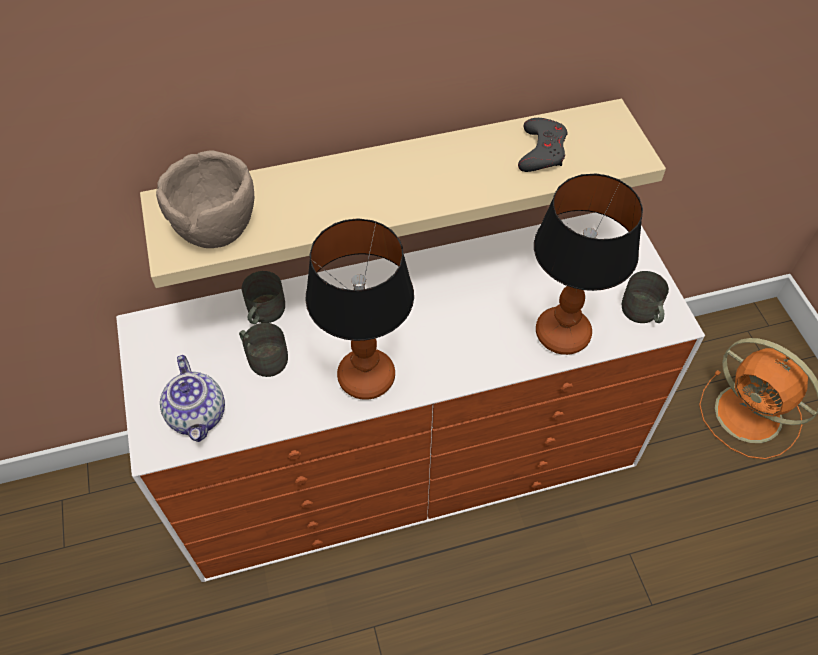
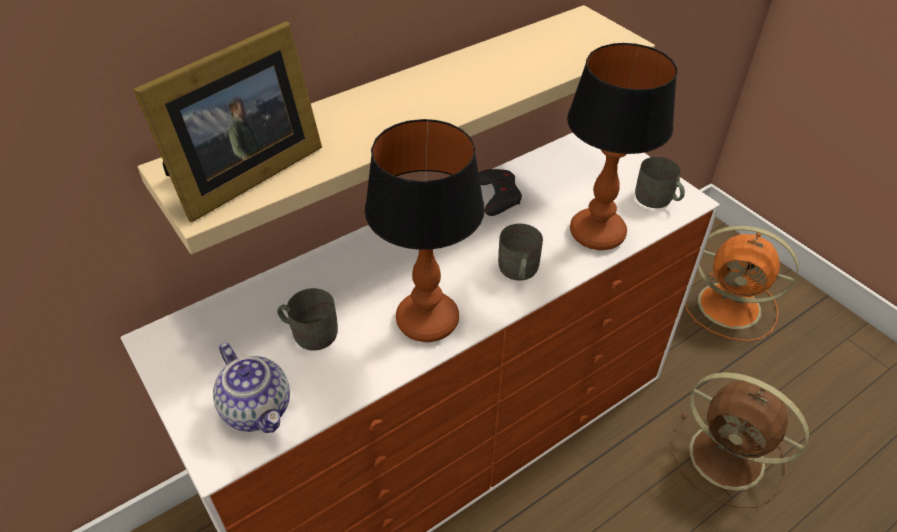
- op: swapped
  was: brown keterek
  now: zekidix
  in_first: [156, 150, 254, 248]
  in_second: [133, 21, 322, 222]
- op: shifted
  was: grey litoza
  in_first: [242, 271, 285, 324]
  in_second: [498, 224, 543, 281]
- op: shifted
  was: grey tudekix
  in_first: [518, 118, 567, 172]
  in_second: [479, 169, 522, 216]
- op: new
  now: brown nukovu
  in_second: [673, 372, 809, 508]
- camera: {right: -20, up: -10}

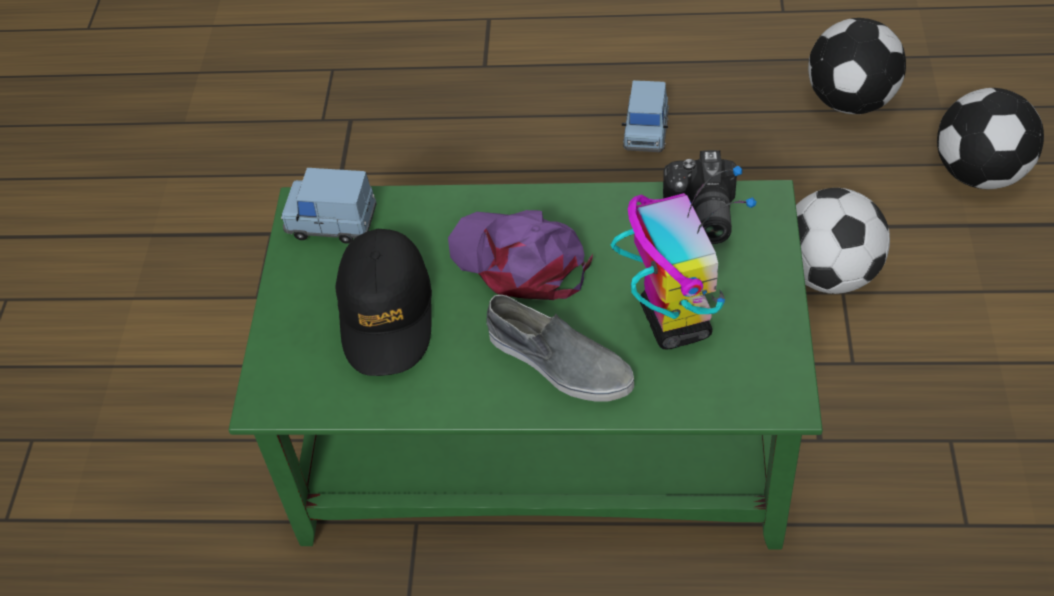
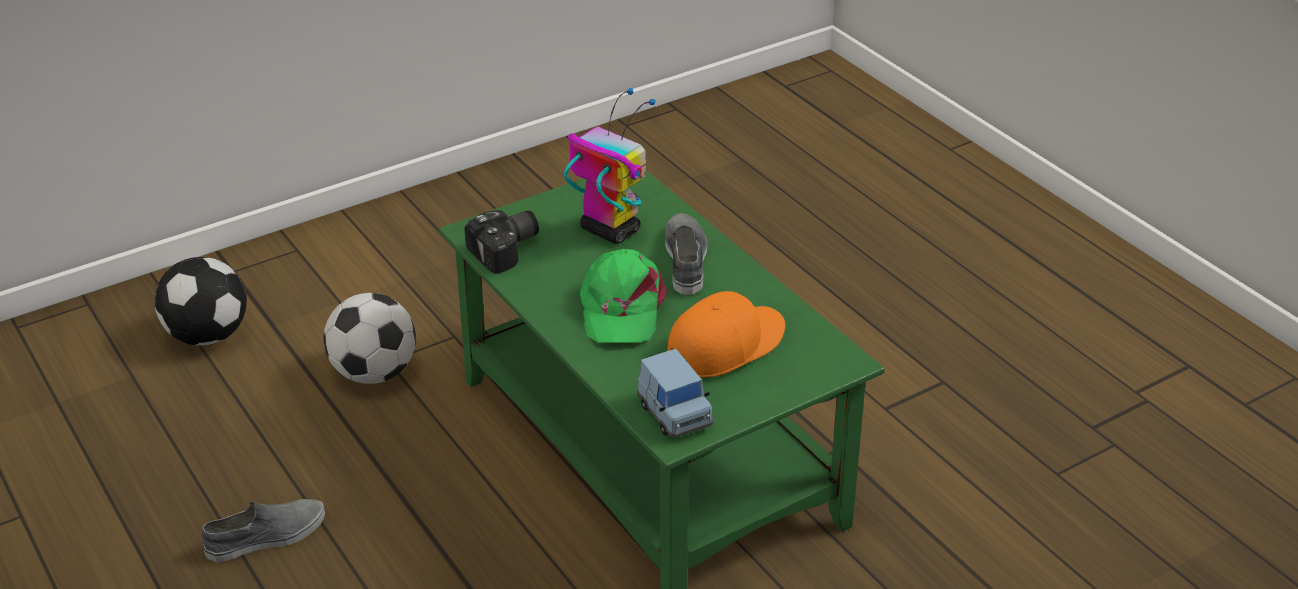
- op: repainted
  was: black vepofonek
  now: orange vepofonek
  in_first: [336, 229, 432, 376]
  in_second: [667, 291, 785, 378]
- op: repainted
  was: purple vepofonek
  now: green vepofonek
  in_first: [448, 210, 593, 300]
  in_second: [580, 249, 667, 343]
- op: rotated
  was: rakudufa
  in_first: [611, 166, 757, 349]
  in_second: [564, 88, 655, 244]
  clockwise: 90
- op: swapped
  was: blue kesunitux
  now: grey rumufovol
  in_first: [622, 80, 669, 152]
  in_second: [202, 499, 325, 562]
- op: gone
  was: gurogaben
  in_first: [808, 18, 906, 114]
- camera: {right: -130, up: -15}

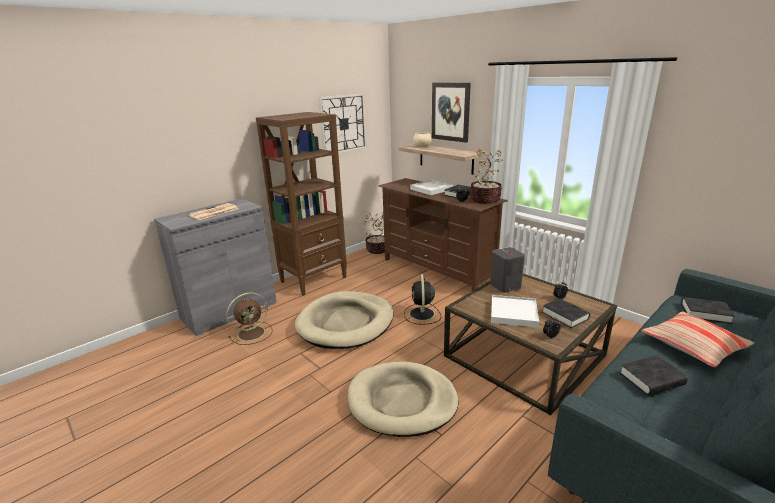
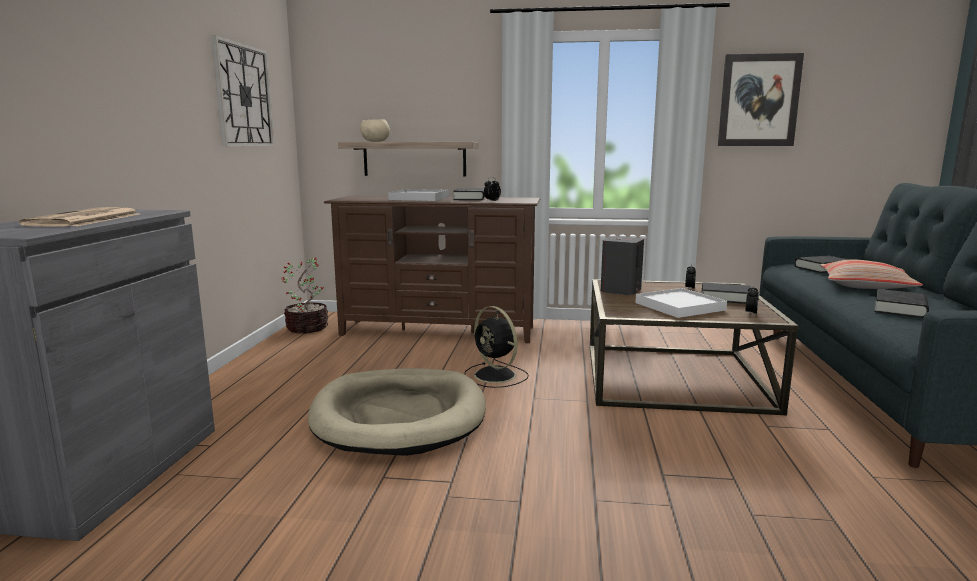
- op: gone
  was: brown nukovu
  in_first: [226, 292, 273, 345]
- op: gone
  was: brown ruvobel
  in_first: [256, 112, 347, 296]
- op: gone
  was: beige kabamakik
  in_first: [348, 362, 459, 437]
- op: shifted
  was: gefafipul
  in_first: [432, 83, 471, 143]
  in_second: [718, 53, 804, 146]
- op: gone
  was: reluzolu
  in_first: [470, 149, 503, 204]
- camera: {right: -40, up: -10}

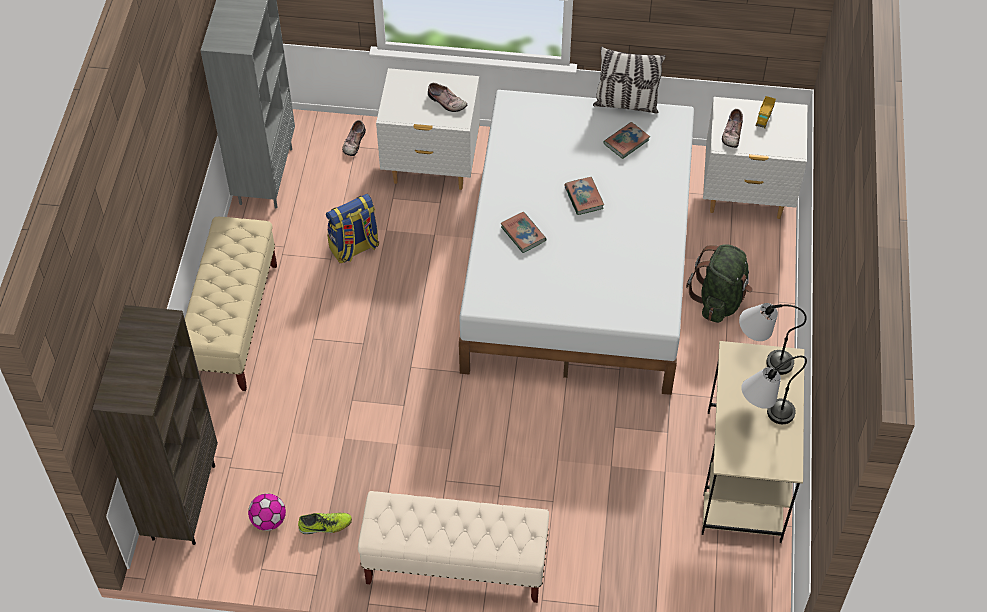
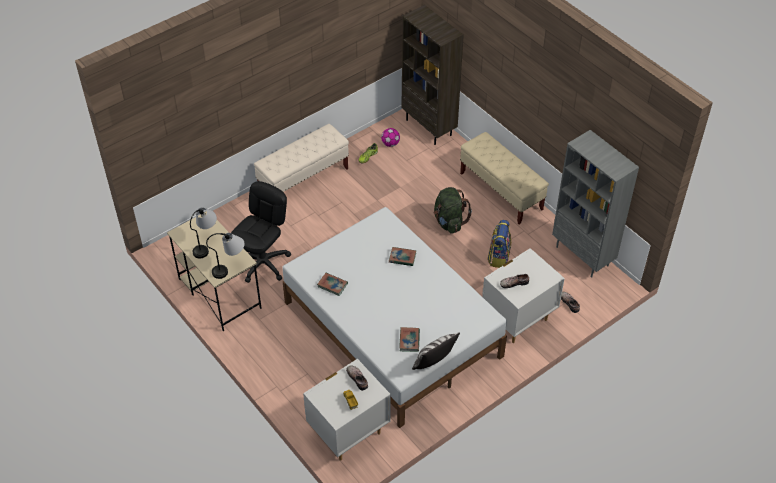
- op: shifted
  was: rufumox
  in_first: [564, 177, 604, 215]
  in_second: [317, 273, 348, 296]
- op: shifted
  was: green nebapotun
  in_first: [686, 244, 752, 323]
  in_second: [433, 187, 472, 234]
- op: new
  now: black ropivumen
  in_second: [231, 181, 291, 283]
- camera: {right: 135, up: -5}

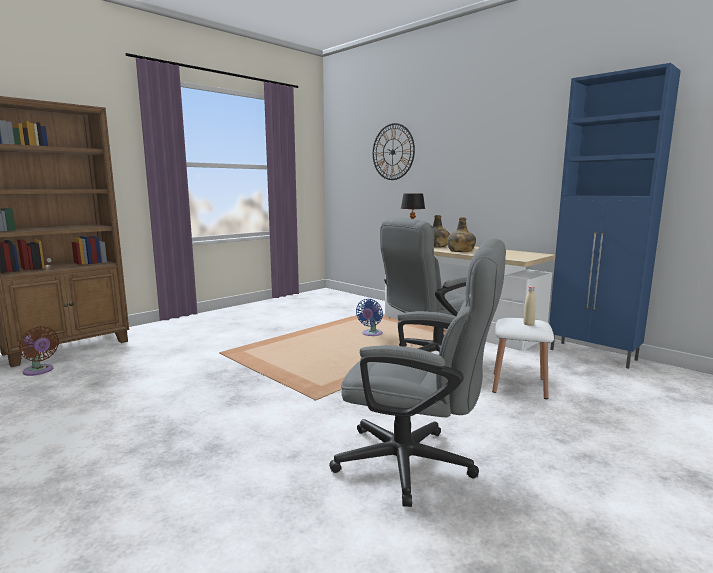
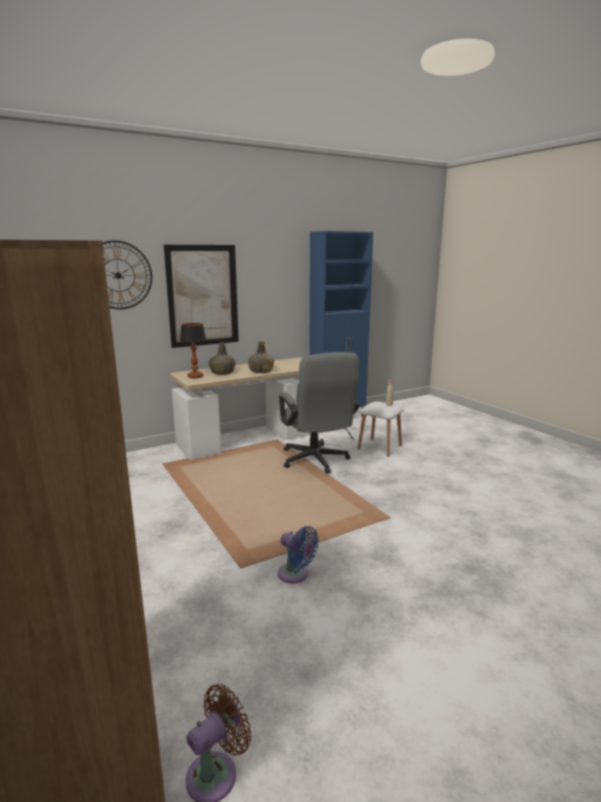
- op: gone
  was: grey ropivumen
  in_first: [329, 238, 506, 507]
- op: shifted
  was: blue nukovu
  in_first: [356, 299, 383, 336]
  in_second: [278, 526, 319, 583]
- op: new
  now: gefafipul
  in_second: [164, 245, 239, 348]
- camera: {right: -75, up: 5}

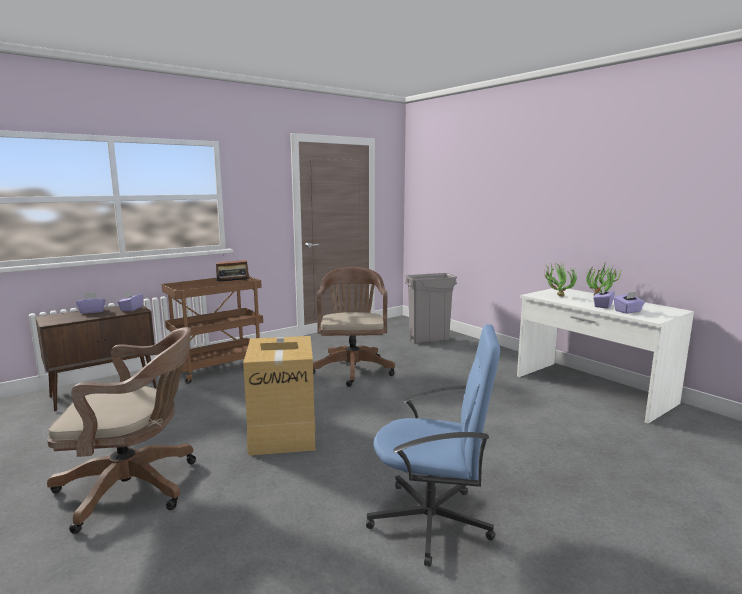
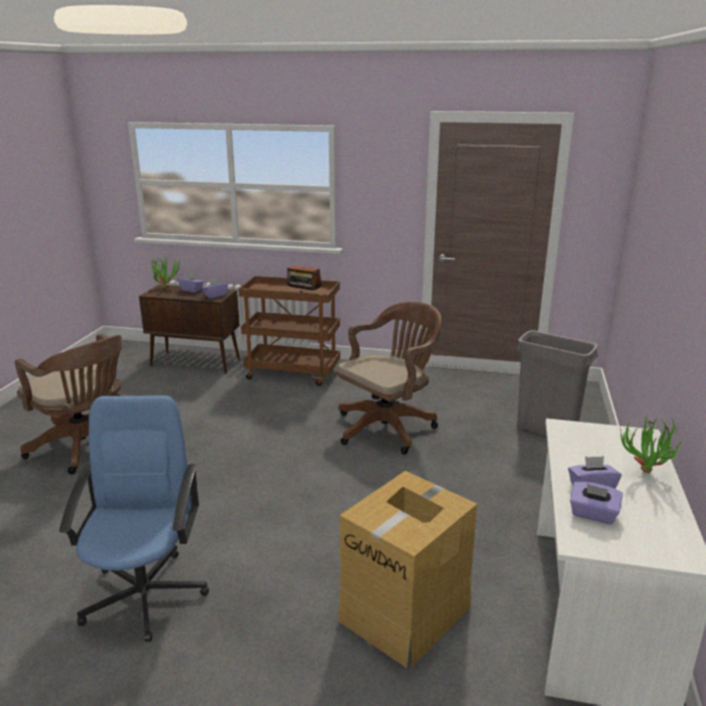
- op: shifted
  was: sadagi
  in_first: [243, 336, 317, 456]
  in_second: [338, 471, 477, 668]
- op: rotated
  was: blue ropivumen
  in_first: [366, 324, 500, 567]
  in_second: [59, 395, 209, 642]
  clockwise: -150
- op: shifted
  was: reluzolu
  in_first: [544, 261, 577, 297]
  in_second: [151, 255, 180, 289]
- camera: {right: 50, up: 10}

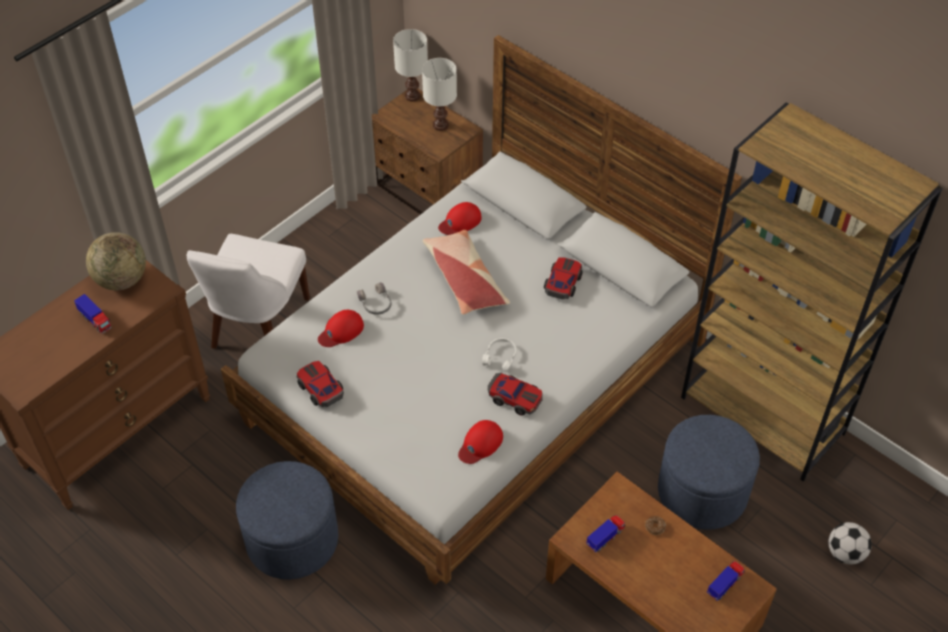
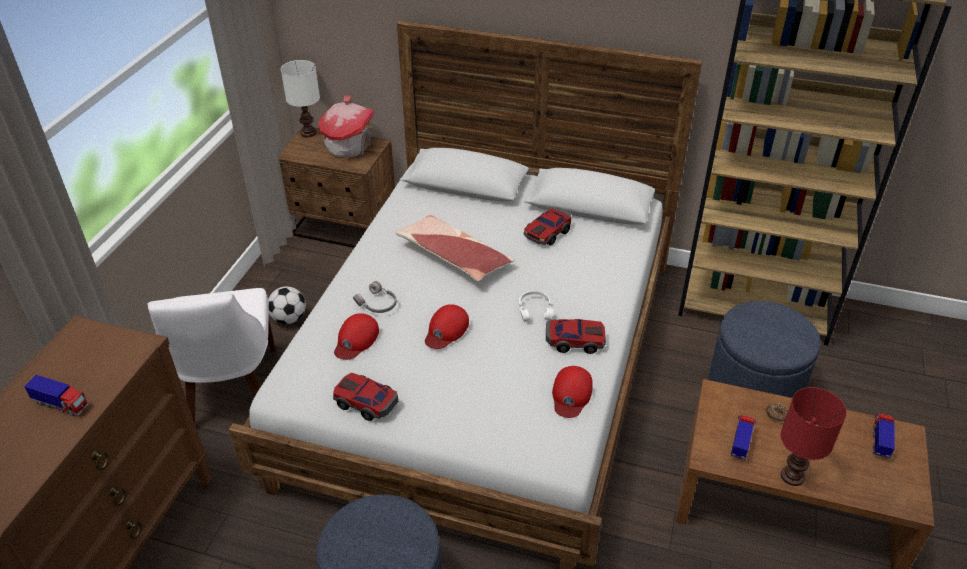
- op: gone
  was: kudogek
  in_first: [86, 232, 146, 290]
- op: swapped
  was: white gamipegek
  now: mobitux
  in_first: [422, 58, 457, 131]
  in_second: [318, 95, 375, 158]
- op: shifted
  was: red vepofonek
  in_first: [438, 202, 482, 235]
  in_second: [425, 304, 469, 349]
- op: rotated
  was: kesunitux
  in_first: [544, 257, 583, 300]
  in_second: [524, 207, 571, 245]
  clockwise: -135
- op: shifted
  was: gurogaben
  in_first: [828, 522, 872, 564]
  in_second: [268, 286, 306, 324]
- op: new
  now: red gamipegek
  in_second: [781, 387, 847, 486]
- camera: {right: -25, up: -10}

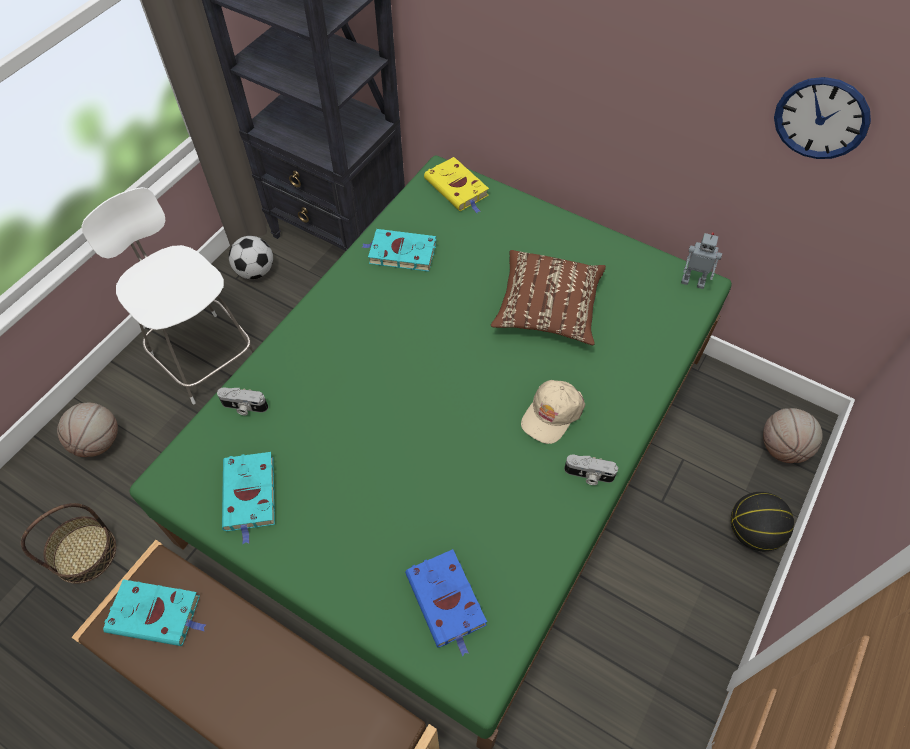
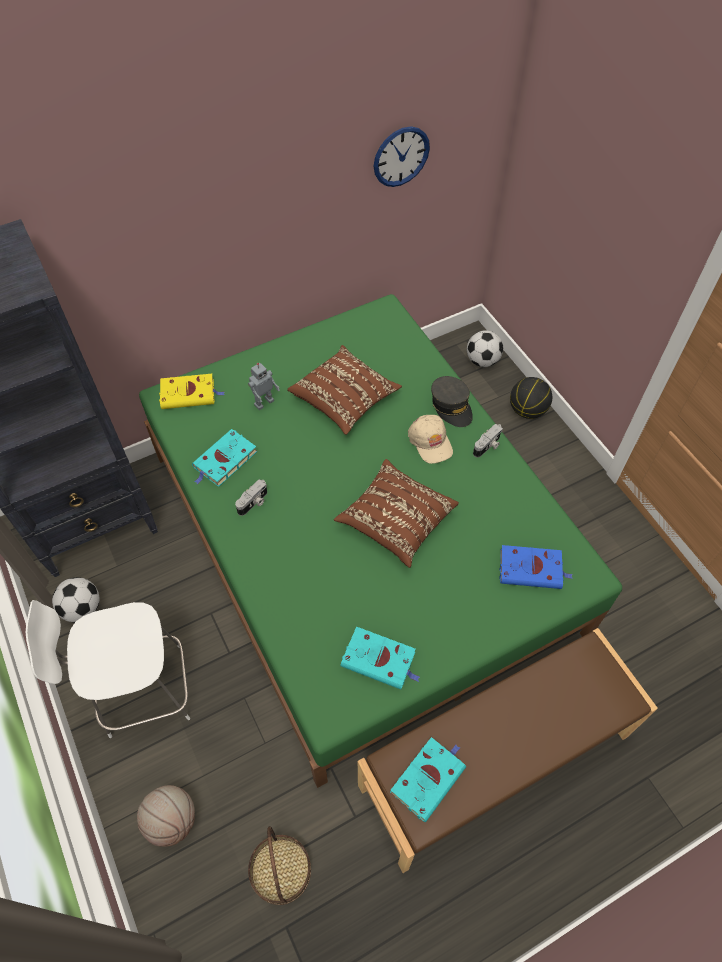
- op: shifted
  was: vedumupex
  in_first: [217, 387, 268, 415]
  in_second: [235, 479, 267, 516]
- op: shifted
  was: rakudufa
  in_first: [681, 232, 722, 289]
  in_second: [248, 363, 280, 410]
- op: swapped
  was: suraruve
  now: gurogaben
  in_first: [763, 408, 823, 463]
  in_second: [467, 331, 503, 367]
- op: new
  now: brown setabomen
  in_second: [334, 459, 459, 568]
- op: new
  now: grey vepofonek
  in_second: [431, 376, 473, 427]
- camera: {right: -60, up: 0}

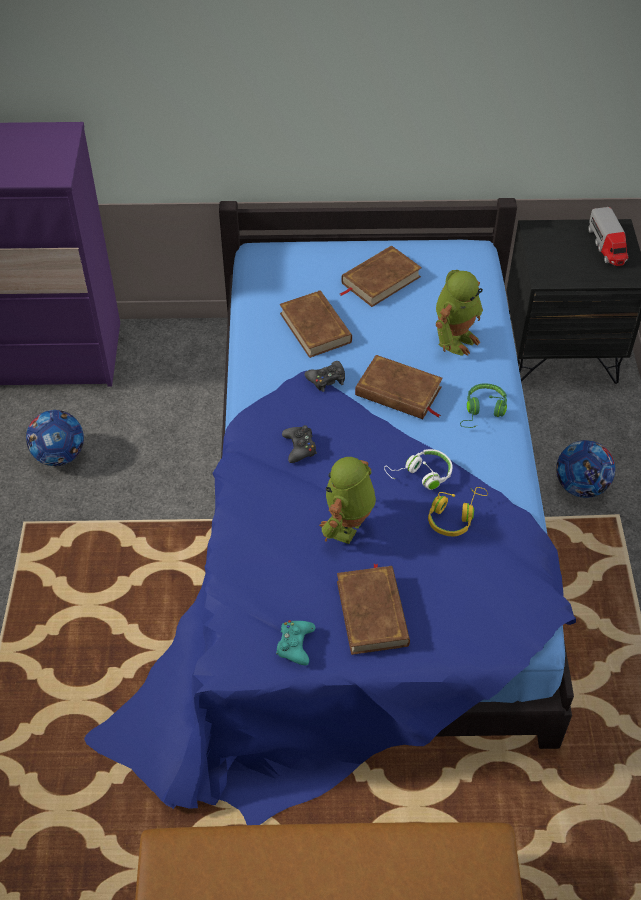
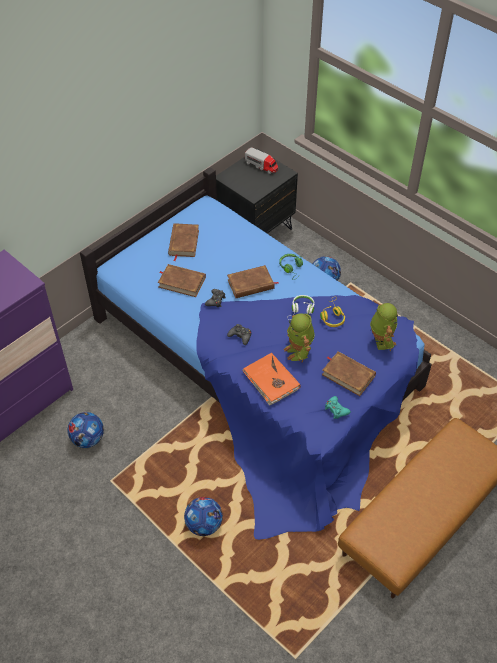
- op: shifted
  was: rakudufa
  in_first: [436, 270, 483, 356]
  in_second: [370, 303, 398, 351]
- op: new
  now: gurogaben
  in_second: [184, 497, 223, 536]
- op: new
  now: orange rufumox
  in_second: [243, 353, 301, 406]
- camera: {right: -45, up: 0}

